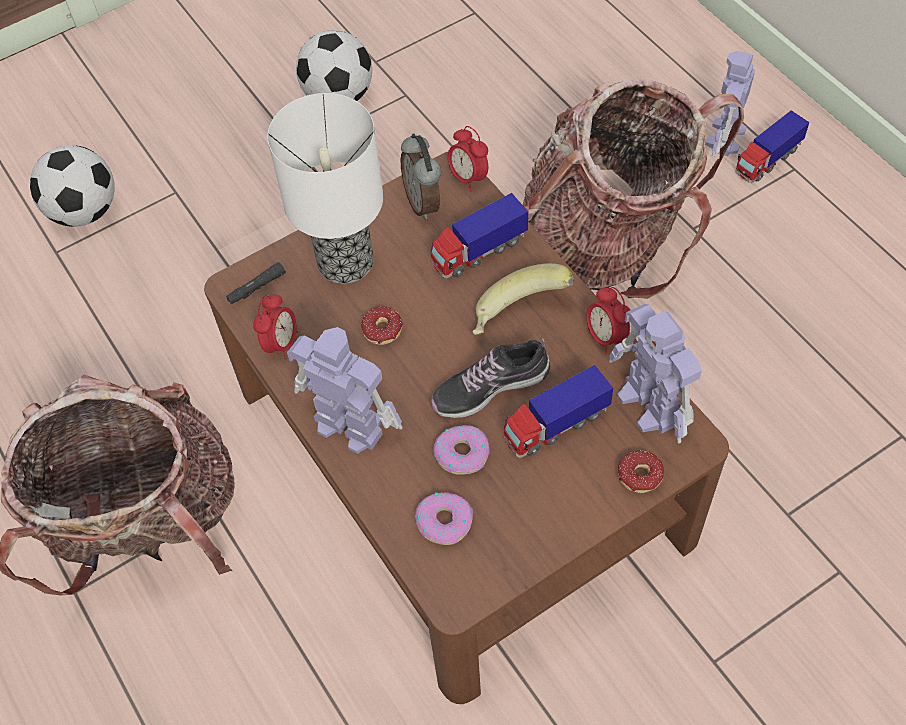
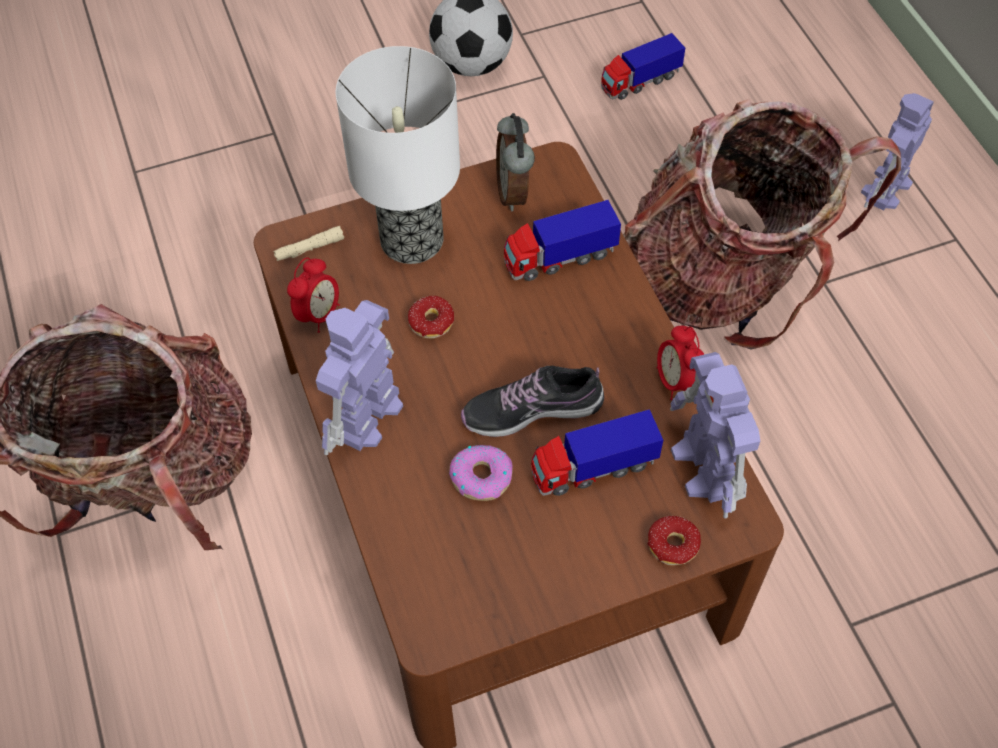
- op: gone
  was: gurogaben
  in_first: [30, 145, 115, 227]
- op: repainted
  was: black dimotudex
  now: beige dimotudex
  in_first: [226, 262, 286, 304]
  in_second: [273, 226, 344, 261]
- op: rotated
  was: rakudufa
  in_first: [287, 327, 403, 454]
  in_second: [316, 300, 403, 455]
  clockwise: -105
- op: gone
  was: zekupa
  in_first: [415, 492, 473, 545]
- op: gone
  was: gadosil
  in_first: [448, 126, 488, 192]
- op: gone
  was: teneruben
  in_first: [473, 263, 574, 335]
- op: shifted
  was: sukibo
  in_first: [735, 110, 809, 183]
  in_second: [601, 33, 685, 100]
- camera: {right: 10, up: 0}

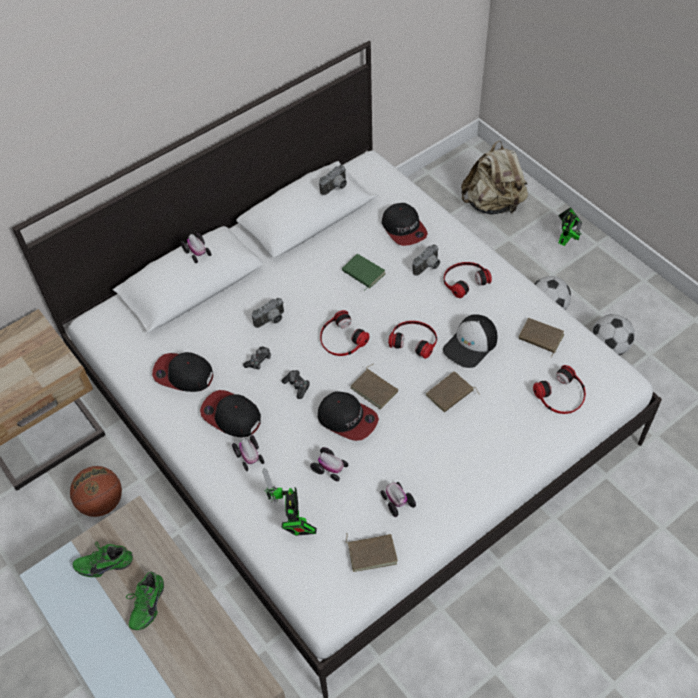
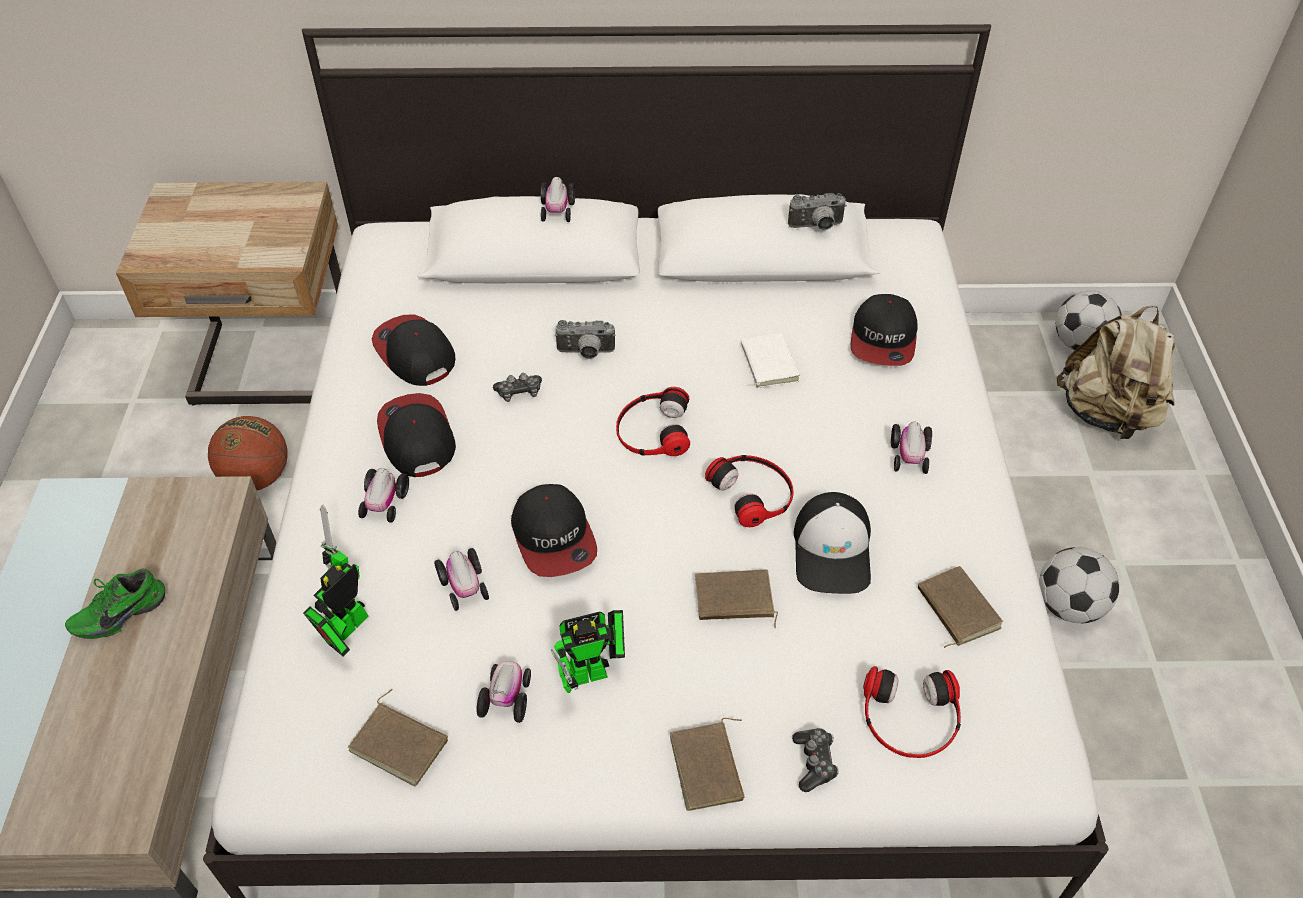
- op: gone
  was: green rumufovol
  in_first: [73, 541, 133, 577]
- op: shifted
  was: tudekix
  in_first: [282, 370, 310, 399]
  in_second: [792, 728, 839, 792]
- op: repainted
  was: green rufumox
  now: white rufumox
  in_first: [342, 254, 386, 291]
  in_second: [741, 333, 799, 388]
- op: shifted
  was: brown rufumox
  in_first: [351, 364, 398, 409]
  in_second: [670, 718, 745, 811]
- op: gone
  was: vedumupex
  in_first: [413, 244, 440, 276]
- op: rotated
  was: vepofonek
  in_first: [443, 314, 497, 368]
  in_second: [794, 492, 871, 594]
  clockwise: -75
- op: swapped
  was: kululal
  now: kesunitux
  in_first: [444, 262, 492, 298]
  in_second: [891, 422, 932, 474]
- op: shifted
  was: rakudufa
  in_first: [559, 207, 582, 246]
  in_second: [551, 610, 625, 693]
- op: shifted
  was: gurogaben
  in_first: [592, 314, 635, 355]
  in_second: [1056, 290, 1122, 350]
- camera: {right: 35, up: -5}

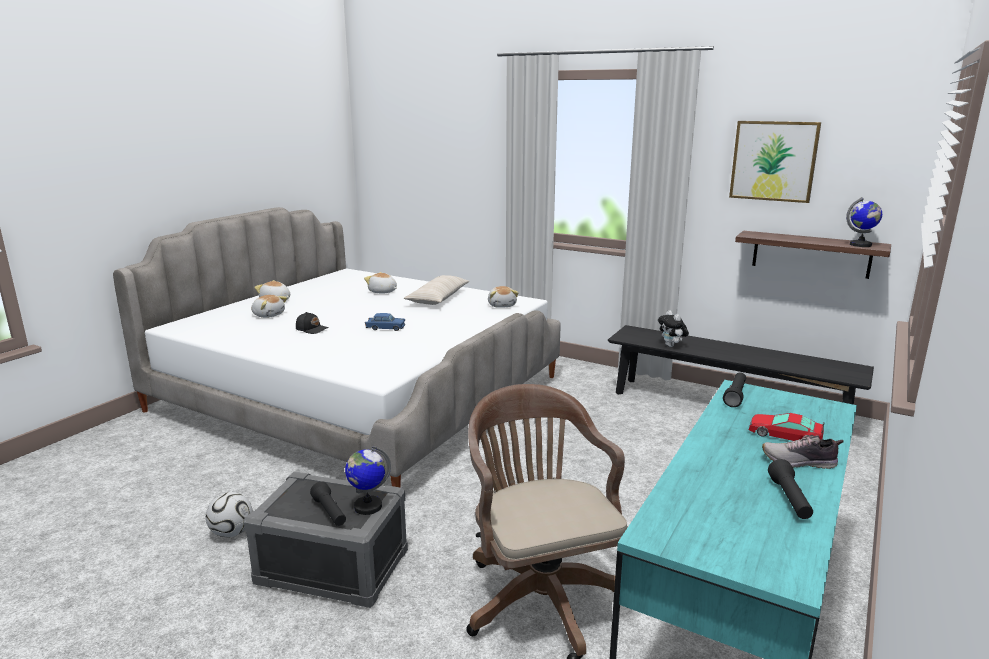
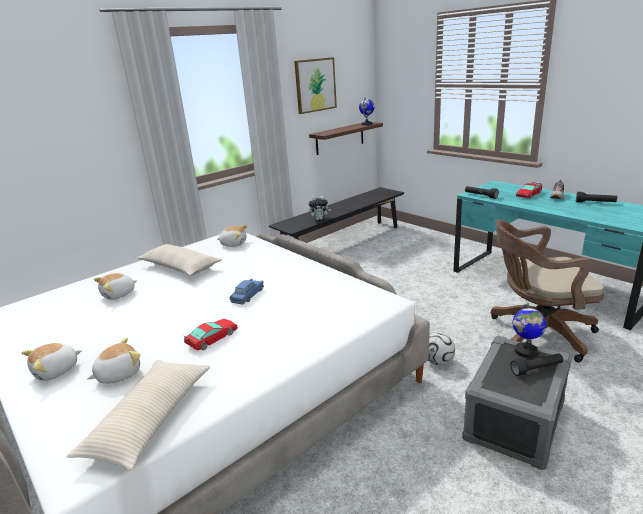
- op: shifted
  was: gurogaben
  in_first: [206, 492, 253, 537]
  in_second: [428, 332, 455, 365]
- op: swapped
  was: black vepofonek
  now: kesunitux
  in_first: [296, 312, 329, 334]
  in_second: [184, 319, 238, 351]
- op: new
  now: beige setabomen
  in_second: [66, 360, 210, 471]
- camera: {right: -70, up: 5}

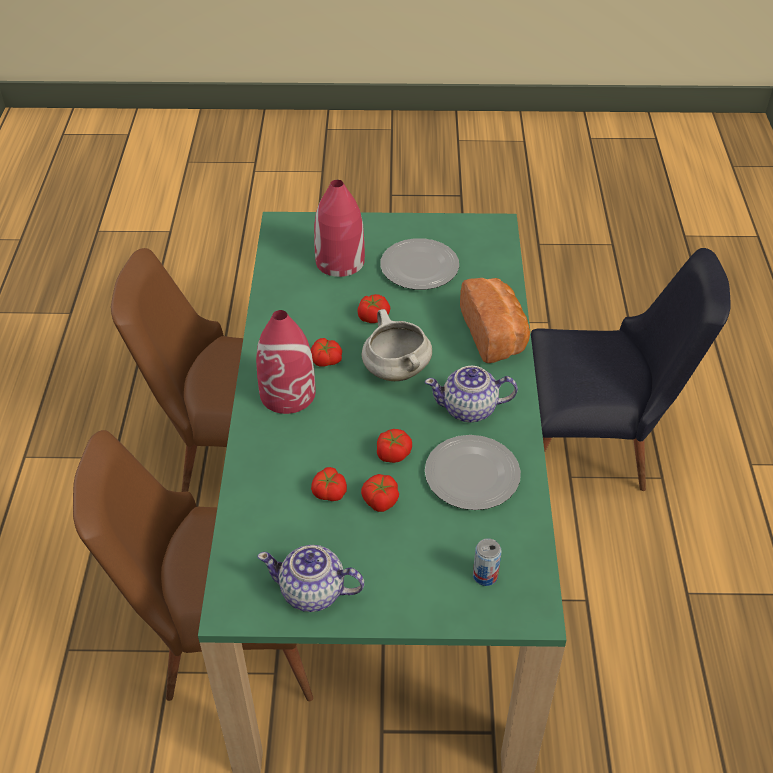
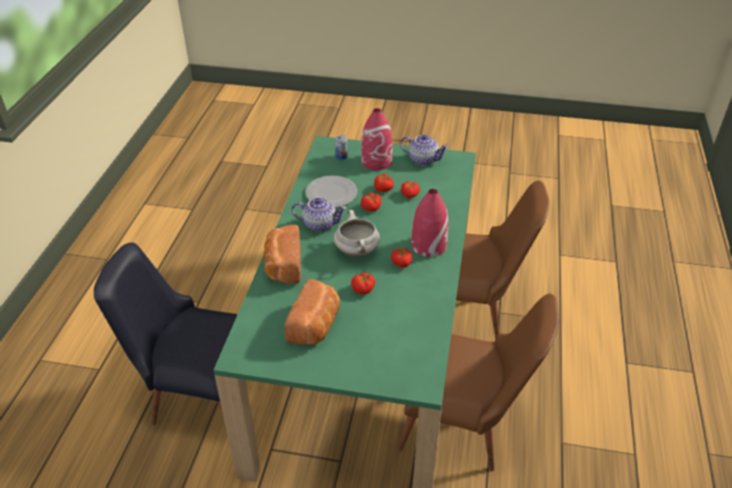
- op: shifted
  was: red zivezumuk
  in_first: [314, 180, 365, 277]
  in_second: [361, 108, 393, 170]
- op: swapped
  was: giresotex
  now: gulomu
  in_first: [380, 238, 459, 290]
  in_second: [284, 279, 340, 345]
- camera: {right: -170, up: -5}

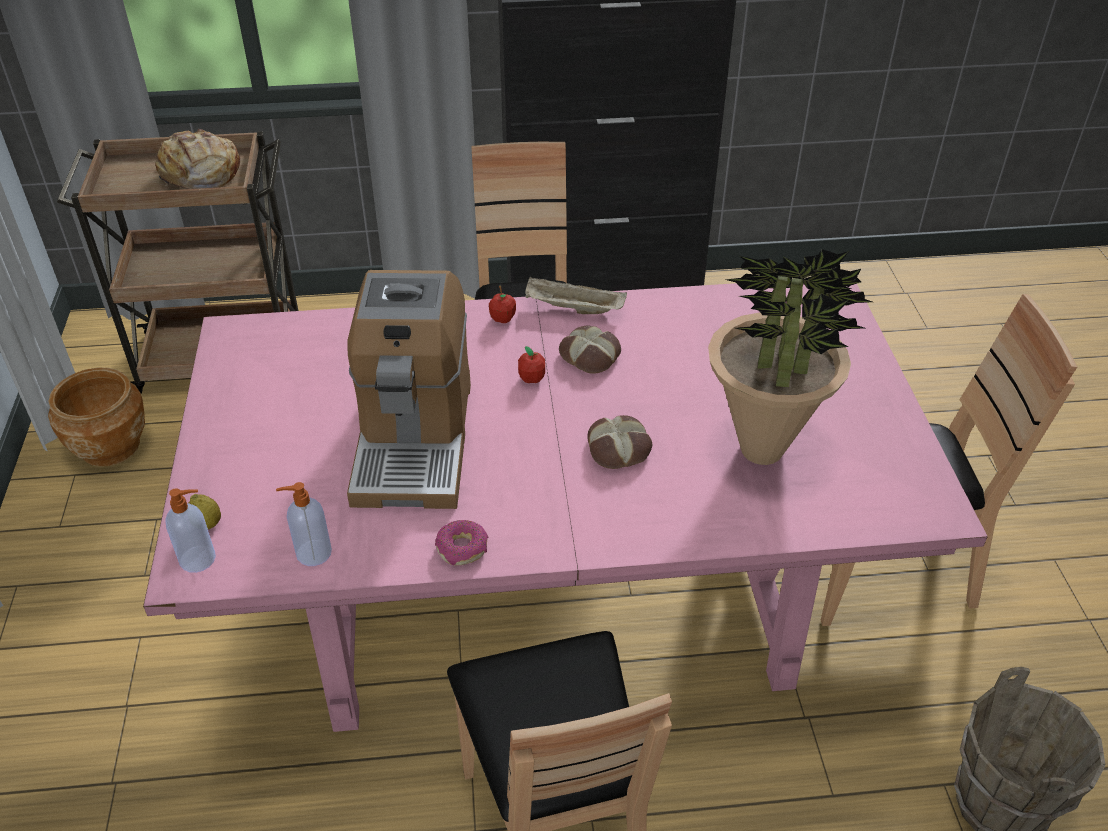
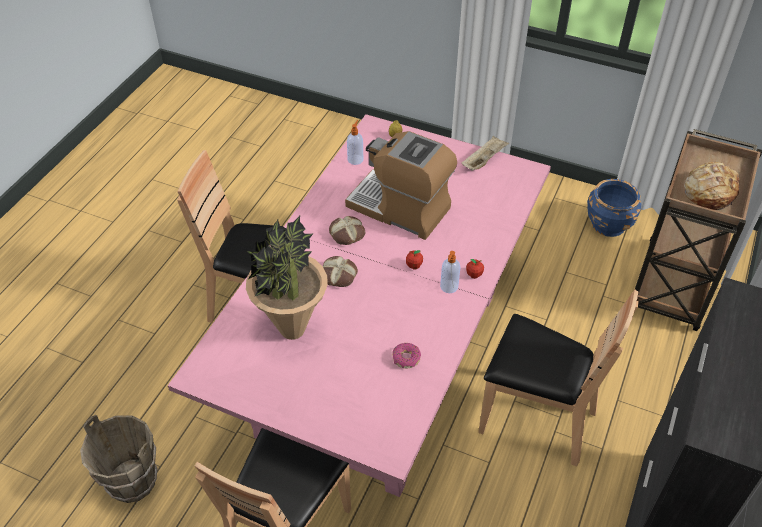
- op: repainted
  was: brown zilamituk
  now: blue zilamituk
  in_first: [48, 368, 145, 467]
  in_second: [587, 179, 641, 237]
- op: shifted
  was: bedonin
  in_first: [166, 488, 216, 573]
  in_second: [440, 251, 460, 293]
- op: shifted
  was: zekupa
  in_first: [435, 520, 489, 565]
  in_second: [392, 343, 421, 369]
- op: shifted
  was: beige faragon
  in_first: [525, 277, 627, 314]
  in_second: [462, 136, 509, 171]
- op: shifted
  was: gulomu
  in_first: [559, 325, 621, 373]
  in_second: [329, 216, 366, 245]
- camera: {right: 120, up: 5}

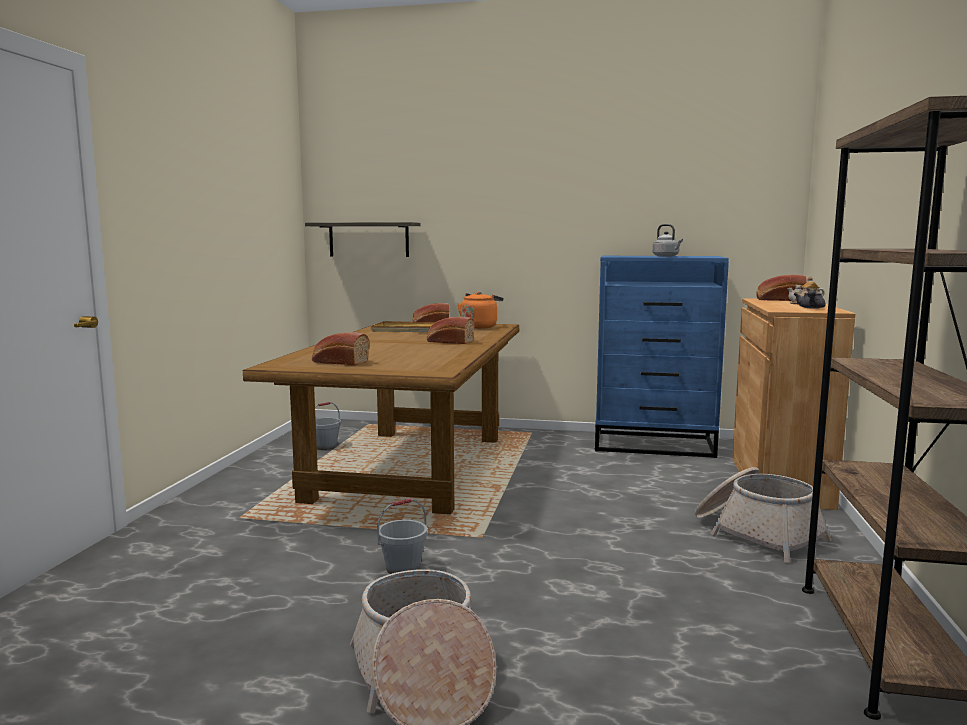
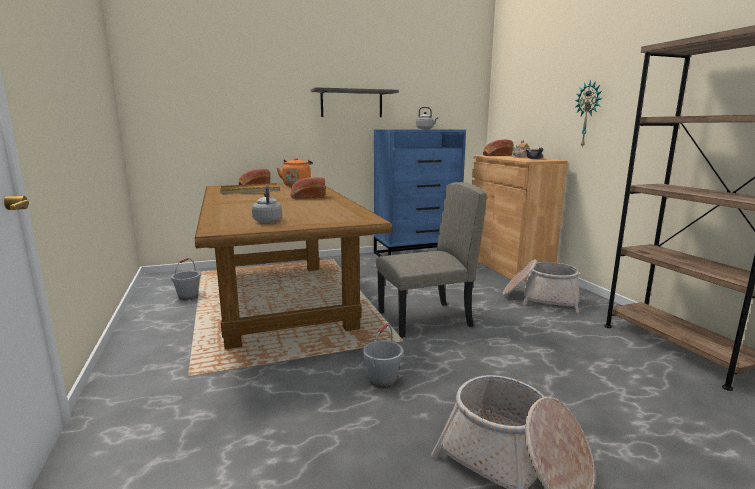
- op: shifted
  was: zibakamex
  in_first: [305, 222, 421, 257]
  in_second: [311, 87, 399, 117]
- op: swapped
  was: gulomu
  now: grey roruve
  in_first: [312, 332, 369, 365]
  in_second: [252, 185, 282, 223]
- op: new
  now: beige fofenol
  in_second: [376, 182, 487, 338]
- op: new
  now: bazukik
  in_second: [575, 80, 602, 148]
- camera: {right: -30, up: 5}

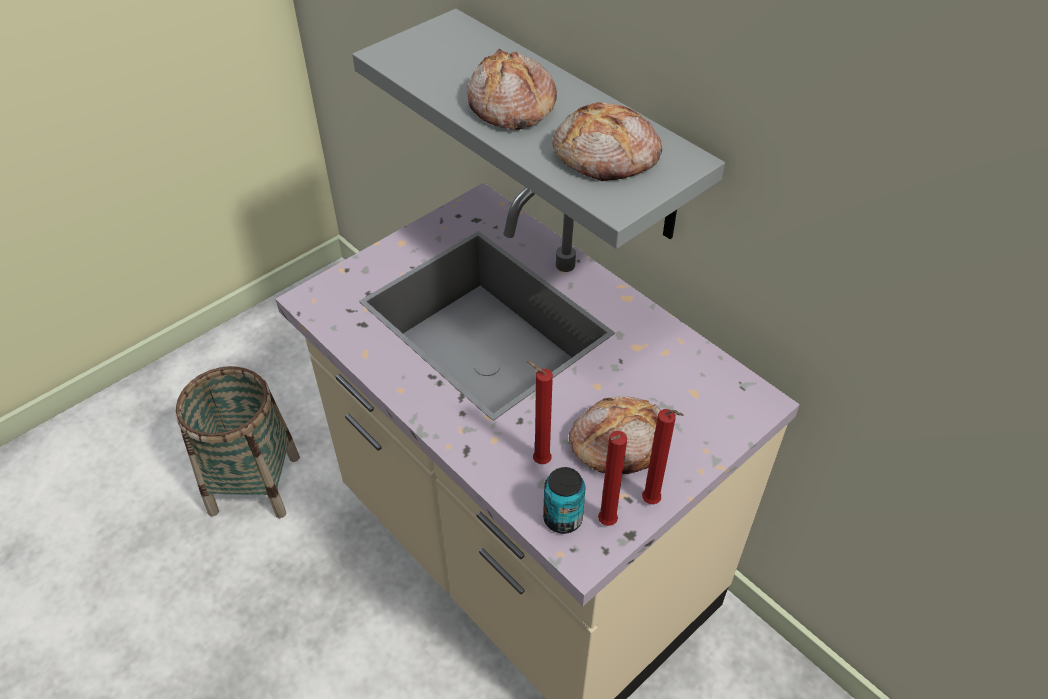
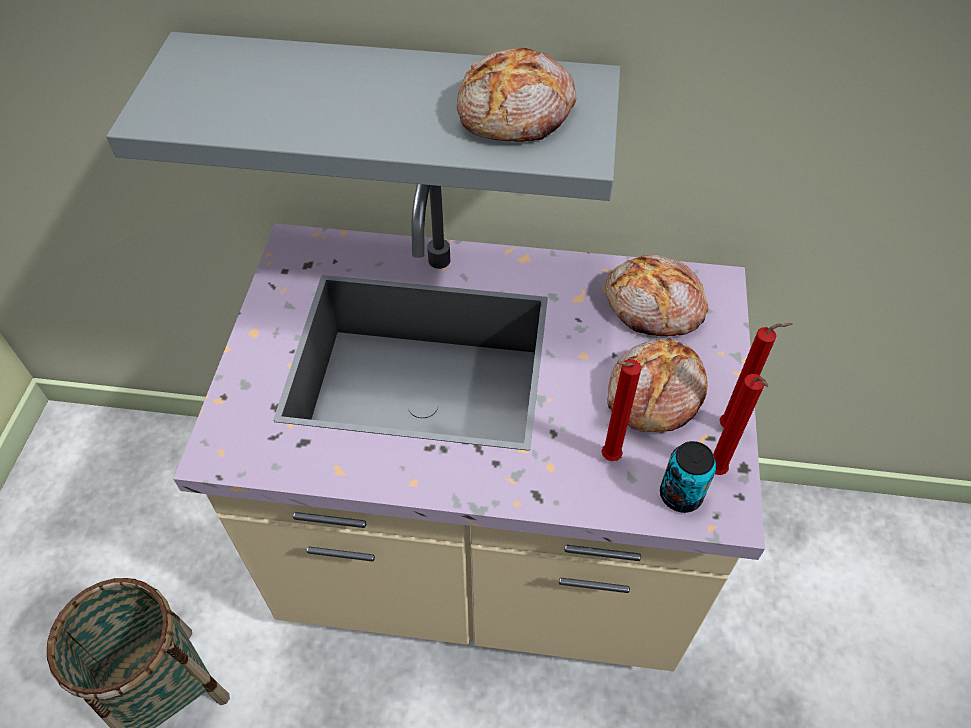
- op: shifted
  was: gulomu
  in_first: [467, 49, 557, 130]
  in_second: [606, 254, 708, 336]
- camera: {right: -40, up: 5}

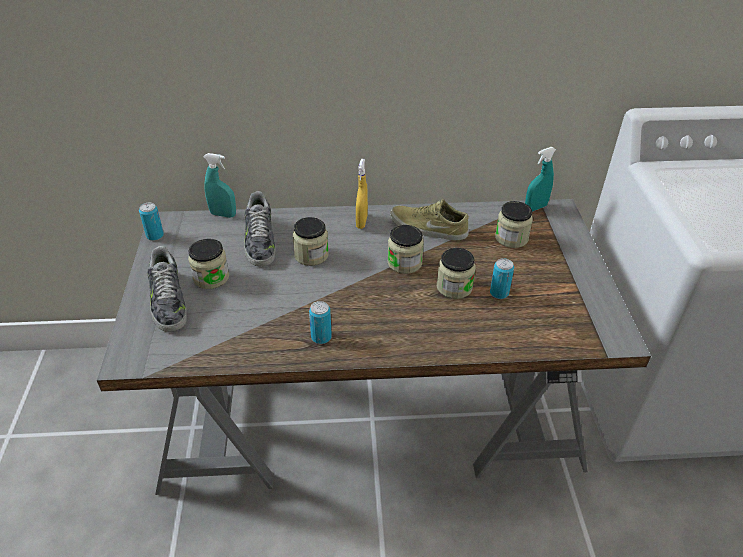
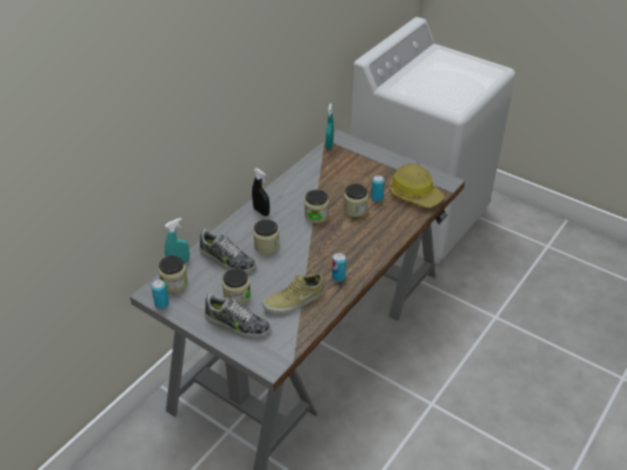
- op: repainted
  was: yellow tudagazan
  now: black tudagazan
  in_first: [356, 159, 368, 229]
  in_second: [252, 168, 270, 216]
- op: shifted
  was: beige rumufovol
  in_first: [390, 199, 469, 240]
  in_second: [262, 273, 325, 314]
- op: shifted
  was: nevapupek
  in_first: [495, 201, 533, 248]
  in_second: [159, 256, 188, 293]
- op: new
  now: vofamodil
  in_second: [390, 163, 444, 208]
- camera: {right: -50, up: 0}

